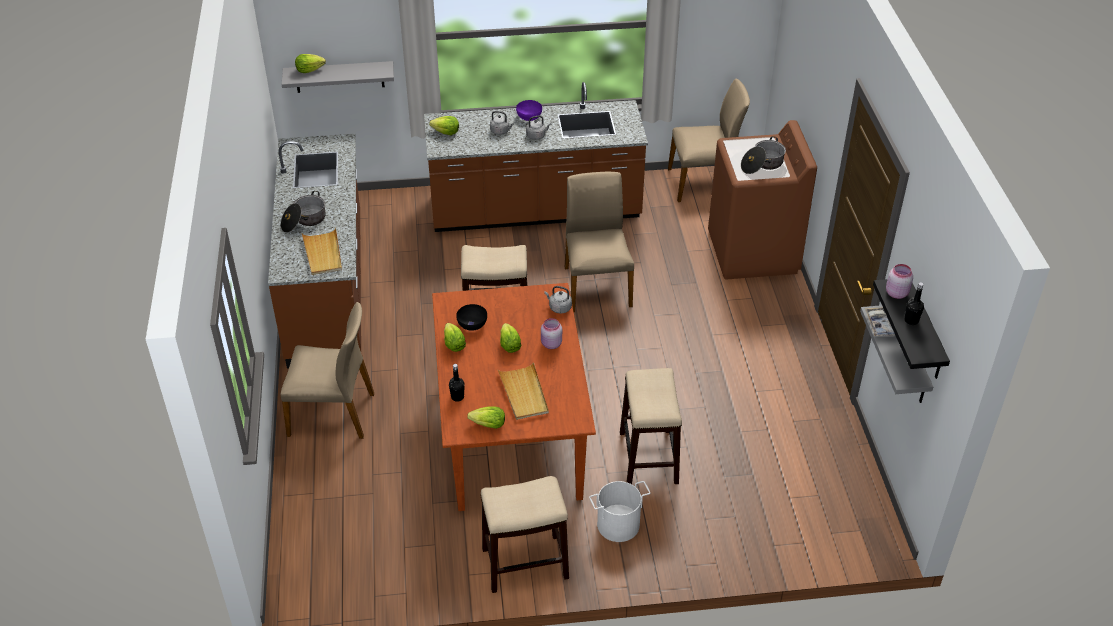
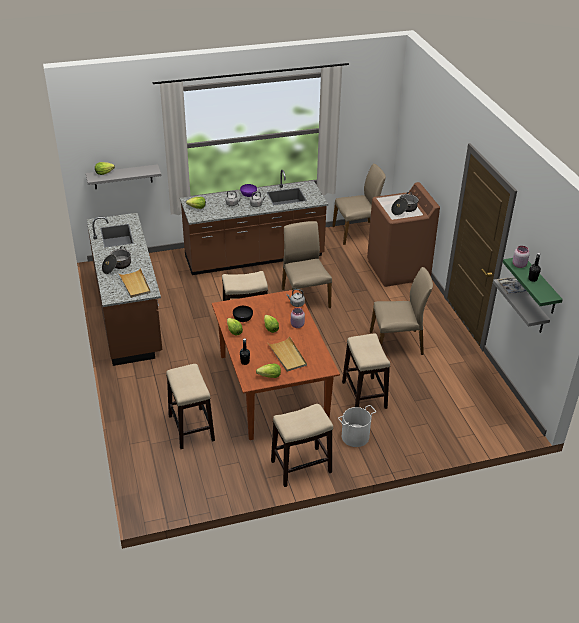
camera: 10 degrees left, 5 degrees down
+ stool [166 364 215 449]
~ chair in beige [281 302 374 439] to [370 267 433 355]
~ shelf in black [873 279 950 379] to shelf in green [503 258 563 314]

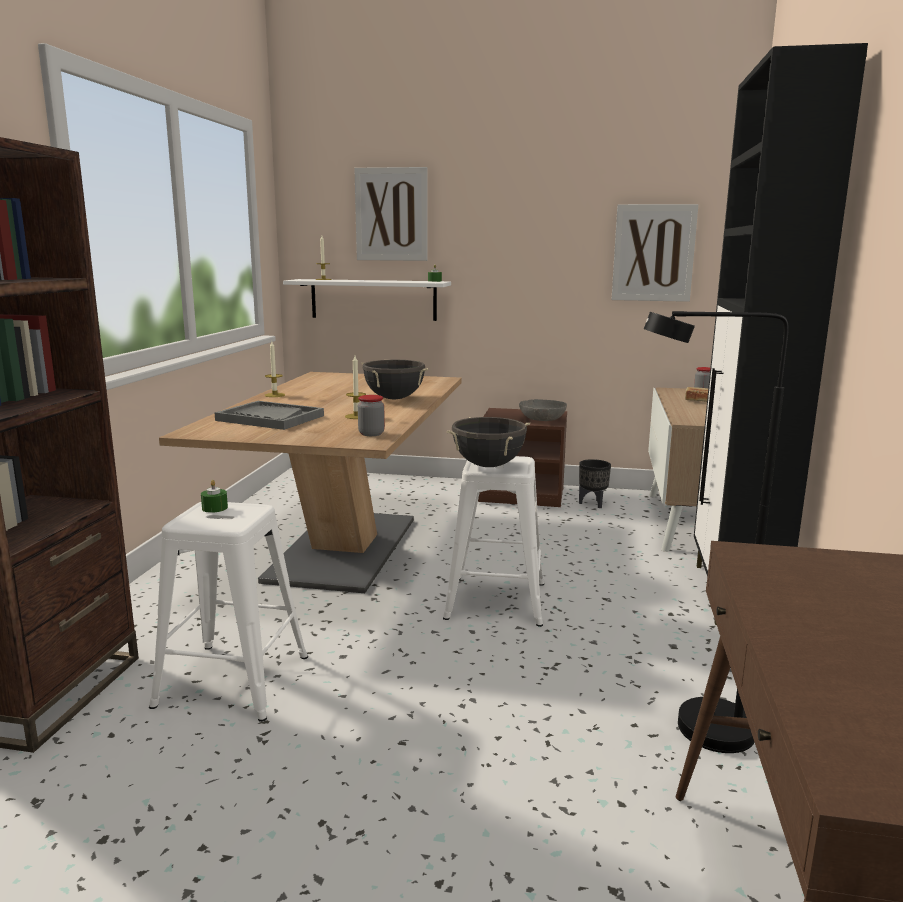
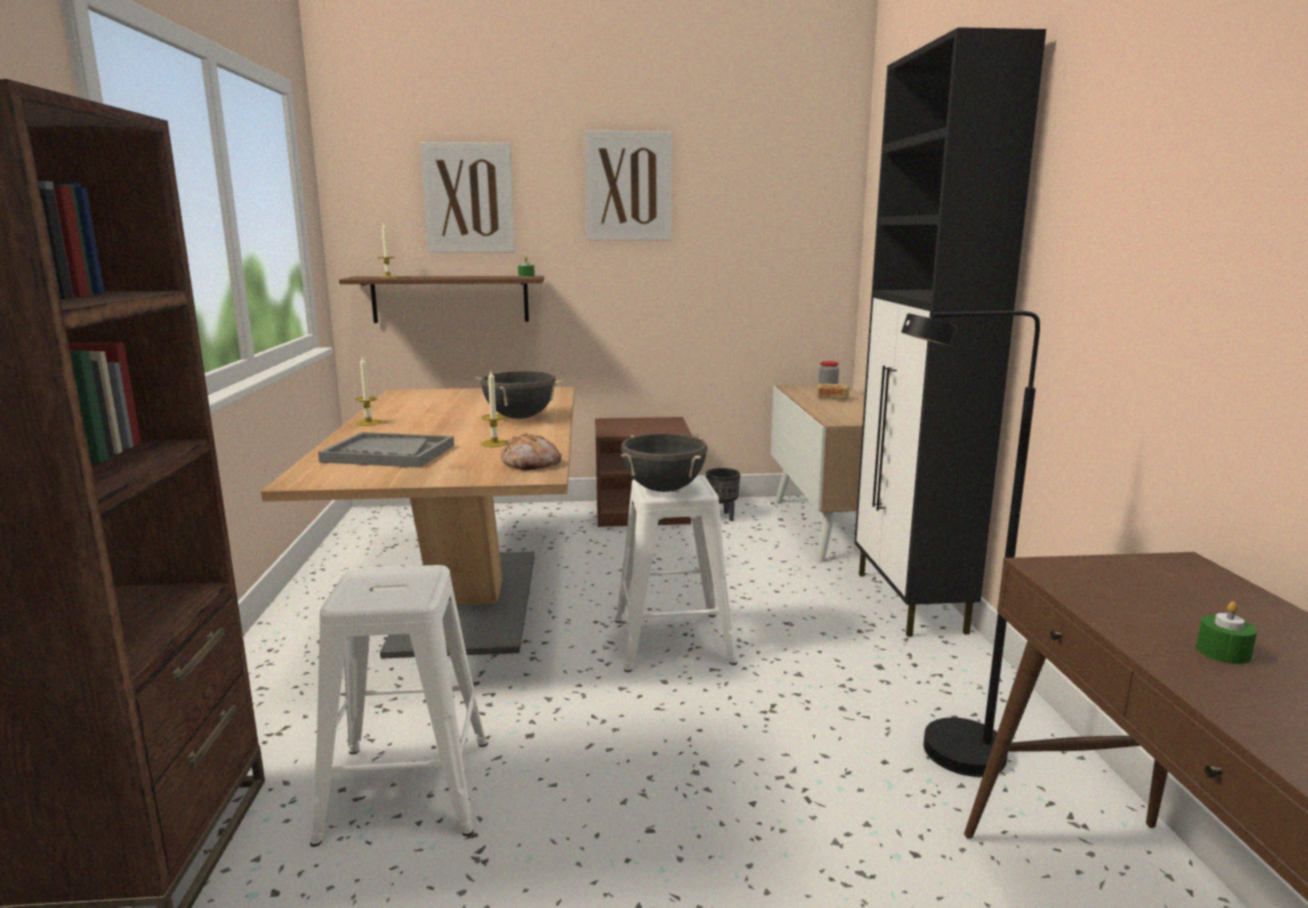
camera: 15 degrees left, 0 degrees up
- bowl in grey [519 399 567 421]
~ candle in green [201 480 228 513] to [1196 601 1257 664]
~ picture [611 204 698 302] to [584 131 672 240]
~ jar [358 395 385 436] to bread [501 433 561 471]
~ shelf in white [283 279 451 321] to shelf in brown [339 276 544 323]

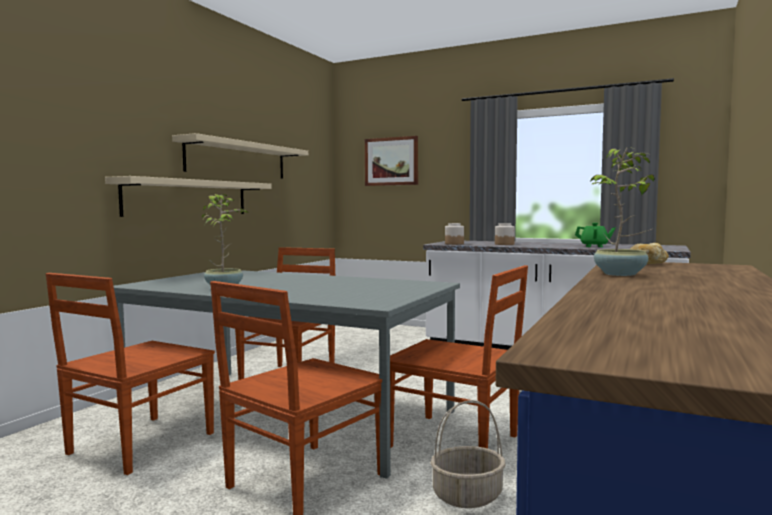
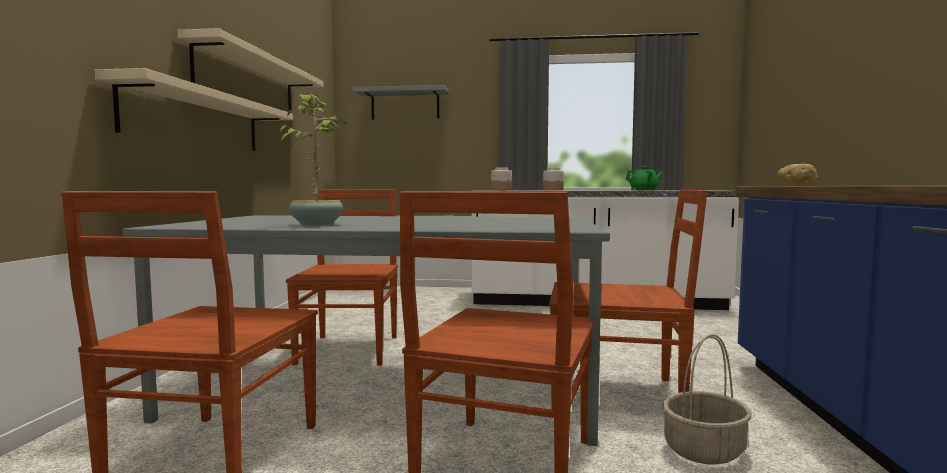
camera: 20 degrees left, 0 degrees up
- potted plant [590 147 655 276]
~ picture [365 136 418 186] to shelf in grey [352 85 449 120]

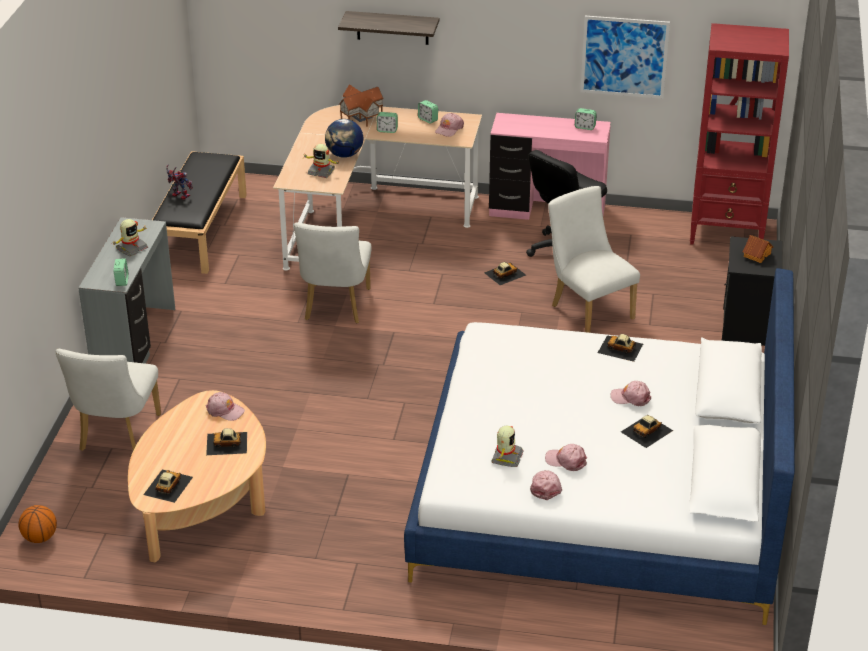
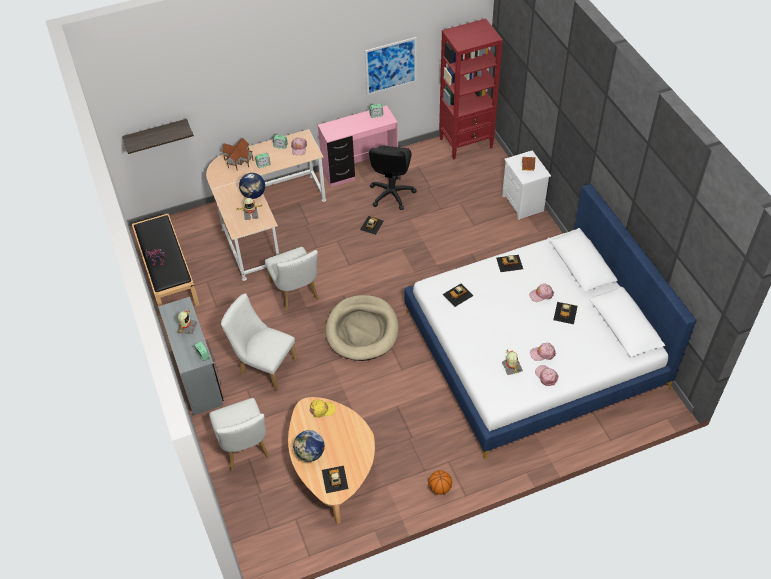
camera: 30 degrees left, 15 degrees up
+ globe [293 430 325 462]
+ dog bed in beige [326 295 399 361]
~ basketball [18 505 57 543] to [428 470 452 495]
~ toy car [206 428 247 455] to [443 284 474 307]
~ shelf [338 11 440 45] to [122 119 194 154]
~ chair in white [548 186 640 333] to [221 293 297 391]
~ cap in pink [206 392 245 421] to cap in yellow [309 400 335 418]
~ nightstand in black [722 236 782 346] to nightstand in white [502 150 551 220]

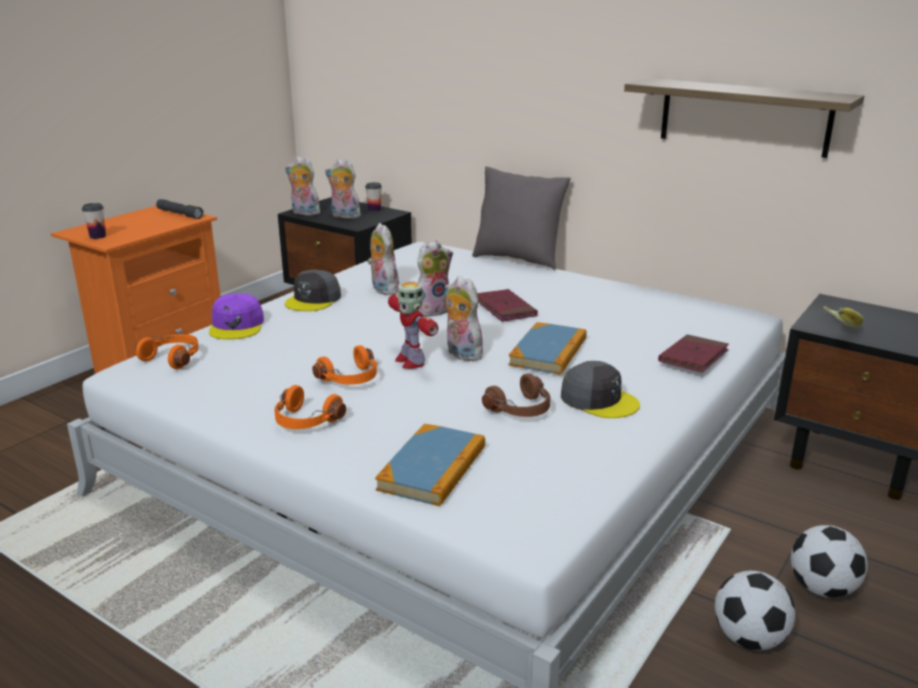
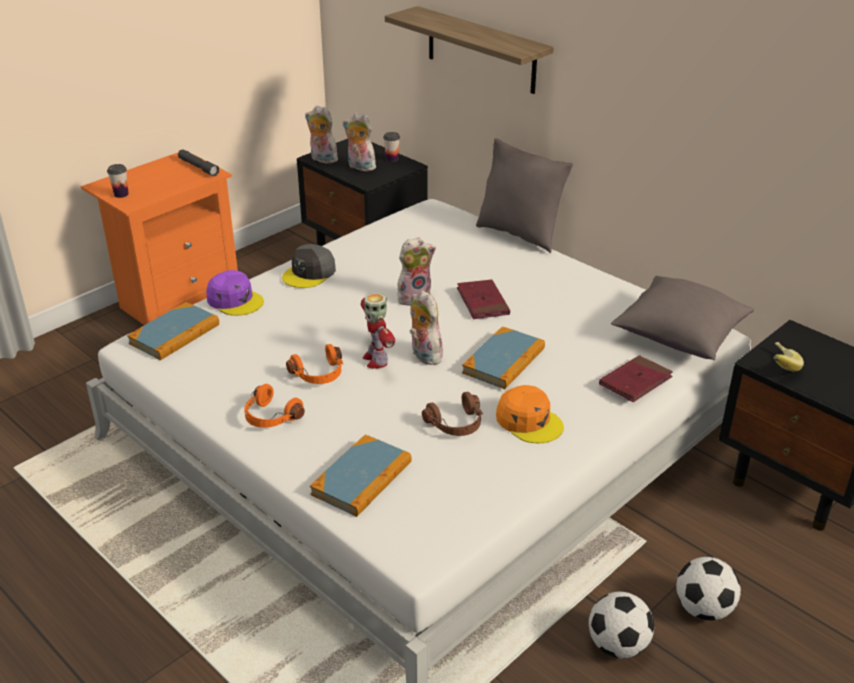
camera: 10 degrees right, 10 degrees up
- plush toy [367 223 399 295]
+ pillow in grey [611 276 754 360]
~ shelf [624 78 864 158] to [385 6 554 94]
~ headphones in orange [135 334 199 369] to book [127 302 219 360]
~ cap in grey [561 361 640 418] to cap in orange [496 385 564 443]
~ cap in purple [209 293 264 340] = [206 270 264 316] 60 degrees counterclockwise

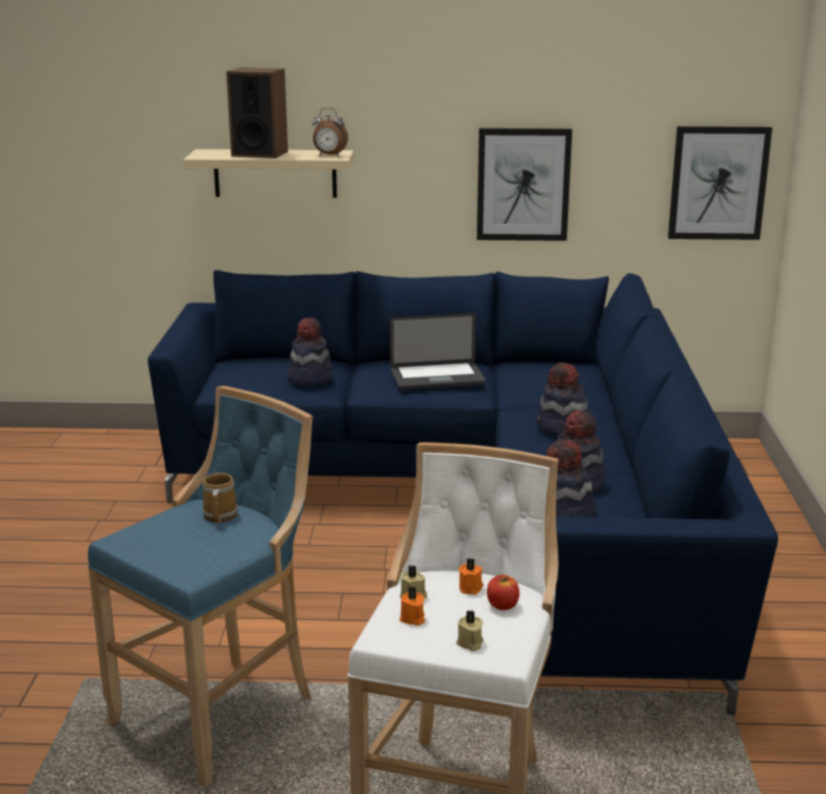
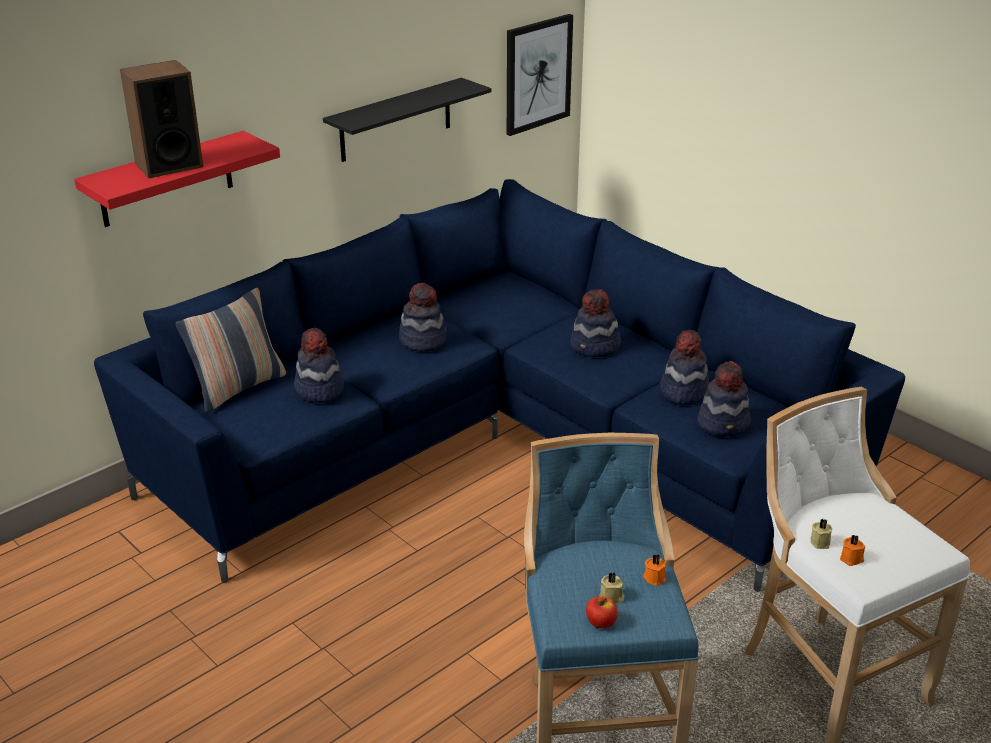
camera: 45 degrees left, 10 degrees up
- mug [202 473 238 524]
- alarm clock [312 108 348 156]
+ pillow [176 288 286 413]
~ candle in beige [456 610 483 651] to [599 573 624 603]
~ candle in orange [459 558 484 595] to [643 554 666 586]
~ apple [487 575 519 610] to [586 596 618 629]
~ laptop [390 313 486 390] to hat [399 283 446 352]
~ picture [477 128 572 241] to shelf in black [323 78 491 162]
~ shelf in beige [183 149 354 198] to shelf in red [74 131 280 227]

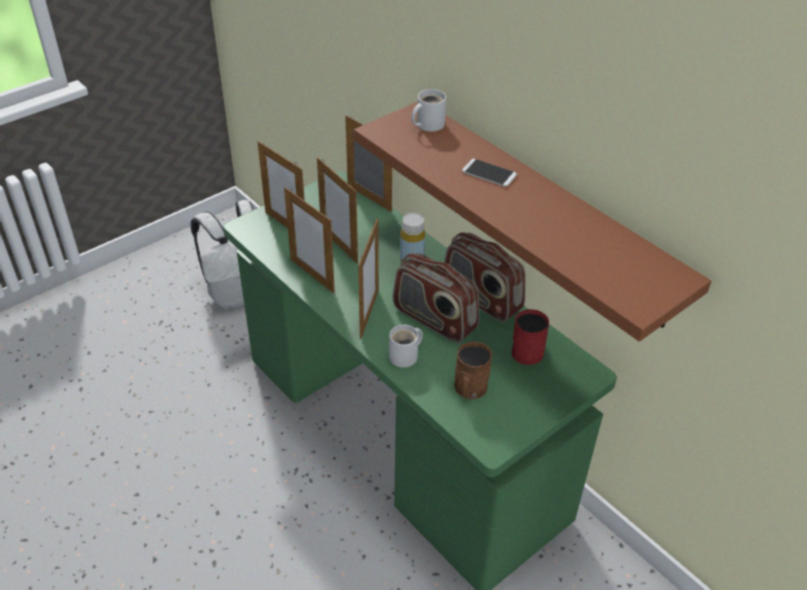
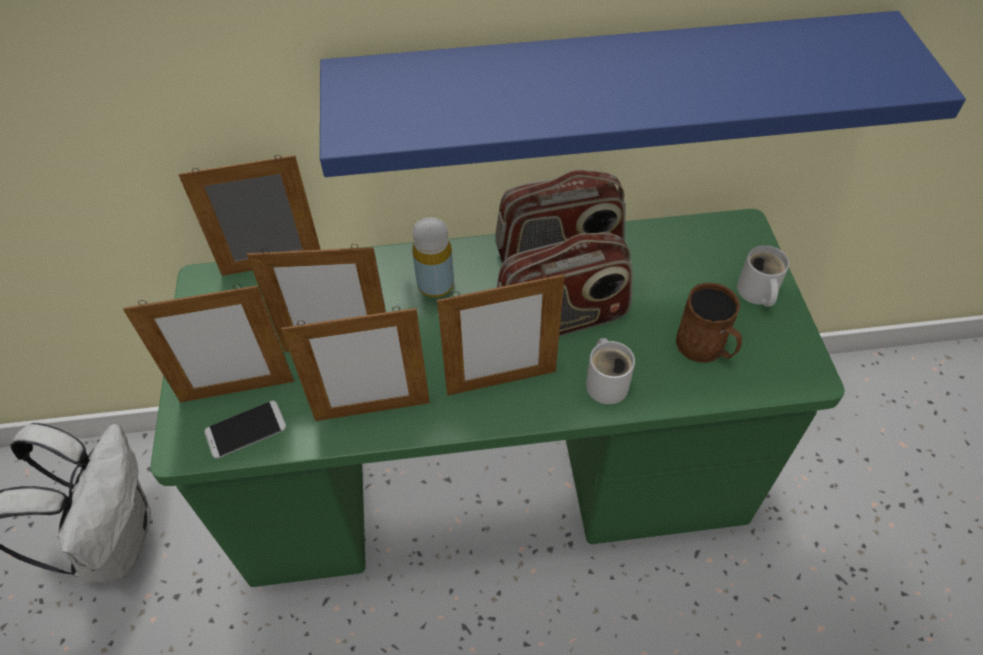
camera: 55 degrees left, 10 degrees up
- mug in red [512 309 549 365]
~ mug in white [411 89 446 132] to [737 245 789 307]
~ phone [462 159 517 187] to [204 401 286 459]
~ shelf in brown [354 101 712 342] to shelf in blue [320 11 966 177]
~ picture frame [358 218 379 339] = [437 274 565 396] 120 degrees clockwise

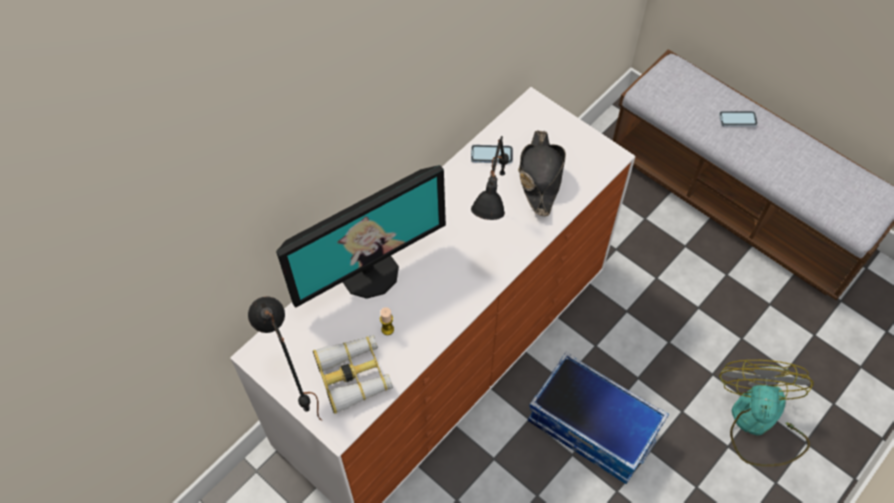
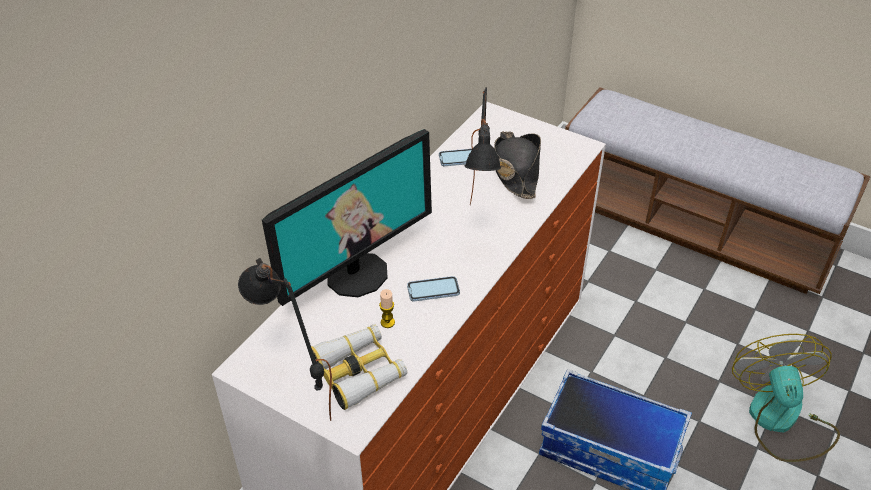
camera: 10 degrees left, 15 degrees down
~ phone [719 111 758 126] to [407 276 460 301]

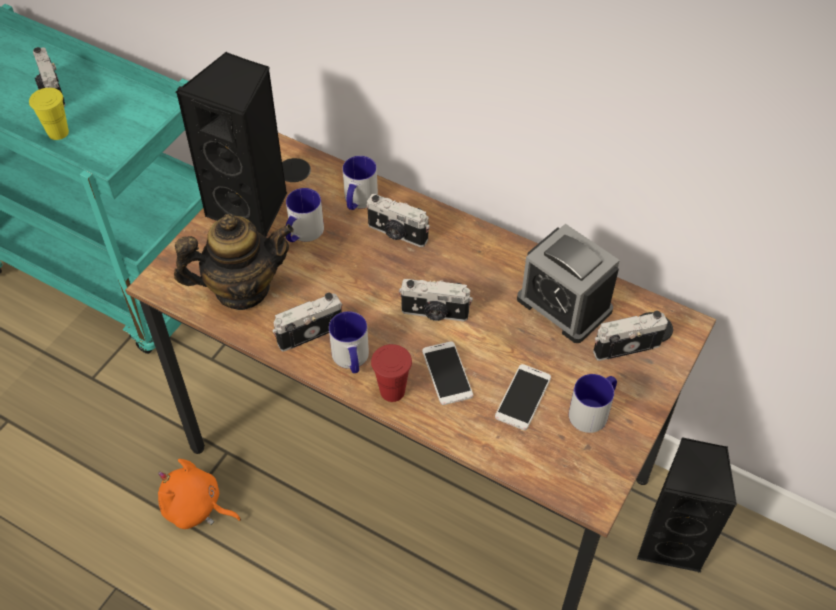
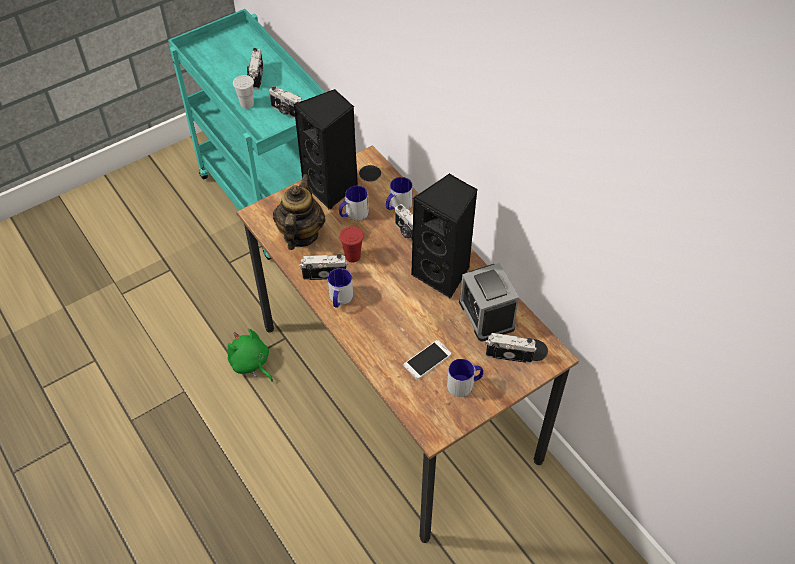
camera: 25 degrees right, 0 degrees up
- phone [422 341 473 405]
~ cup in red [371 344 412 402] to [339 226 364 263]
~ photo camera [399 279 473 321] to [269 86 302 118]
~ speaker in black [637 437 737 573] to [411 173 477 299]
~ cup in yellow [29 88 69 140] to cup in white [233 75 254 109]
~ plush toy in orange [158 459 241 529] to plush toy in green [227 329 273 382]
~ teapot [174 214 294 310] = [273 174 325 250] 90 degrees counterclockwise

